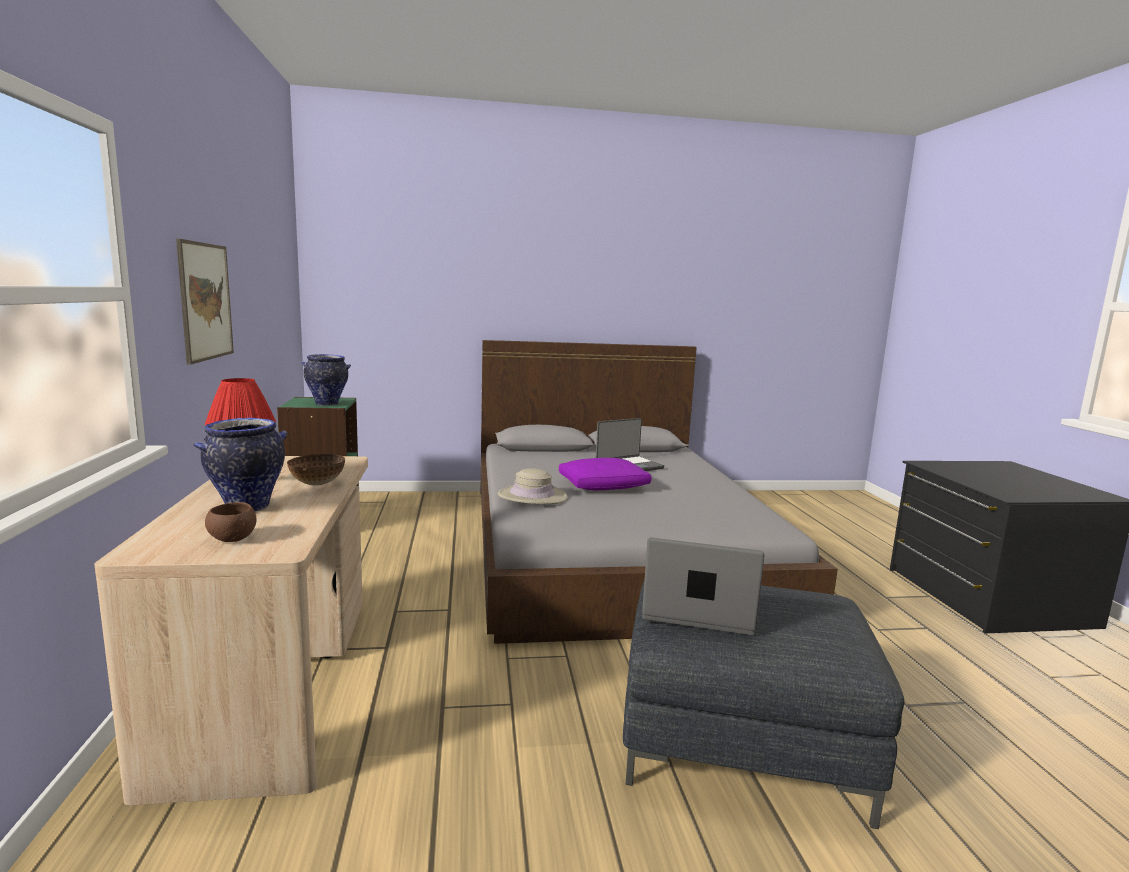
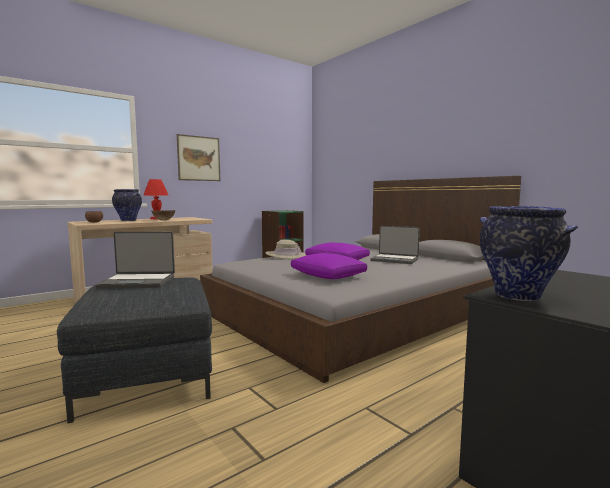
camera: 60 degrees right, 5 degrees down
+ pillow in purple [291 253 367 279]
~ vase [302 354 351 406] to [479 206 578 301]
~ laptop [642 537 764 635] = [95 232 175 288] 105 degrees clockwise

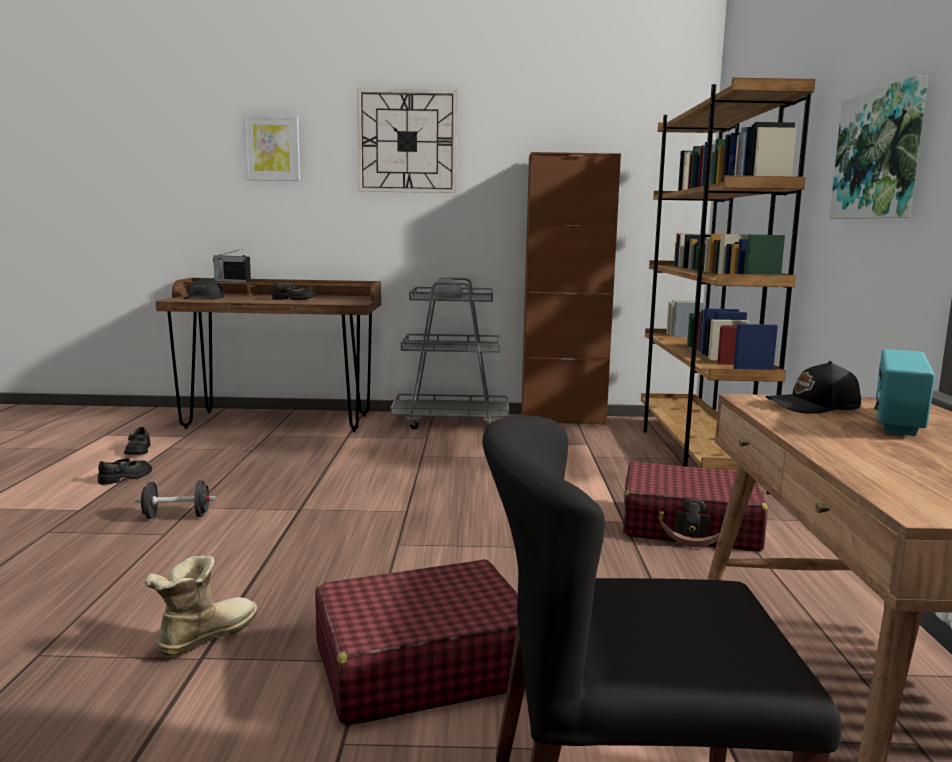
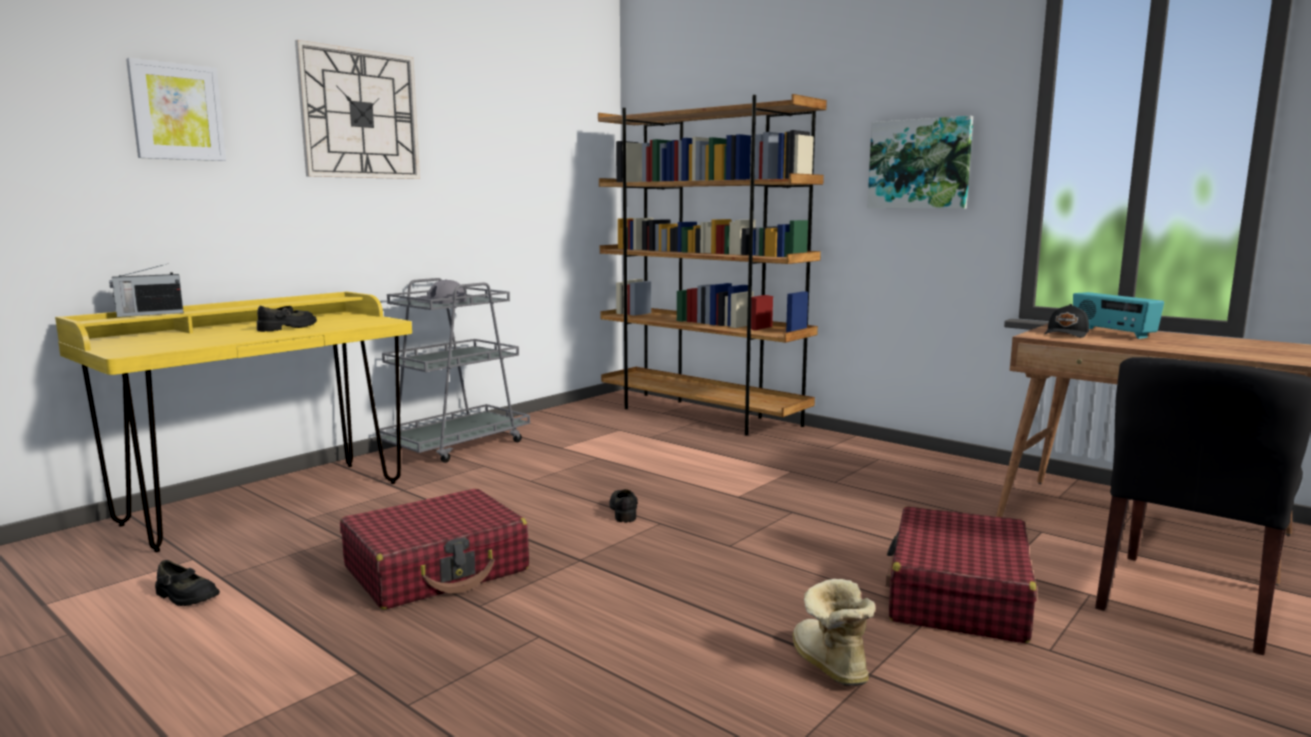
camera: 50 degrees left, 0 degrees up
- dumbbell in black [135 480 216 519]
- cap in black [183 278 224 300]
- cabinet in brown [521 152 621 425]
~ shoe in black [98 459 152 485] to [609 489 638 523]
~ suitcase in red [623 461 768 552] to [340 489 529 609]
~ desk in brown [155 278 381 432] to desk in yellow [55 291 412 552]

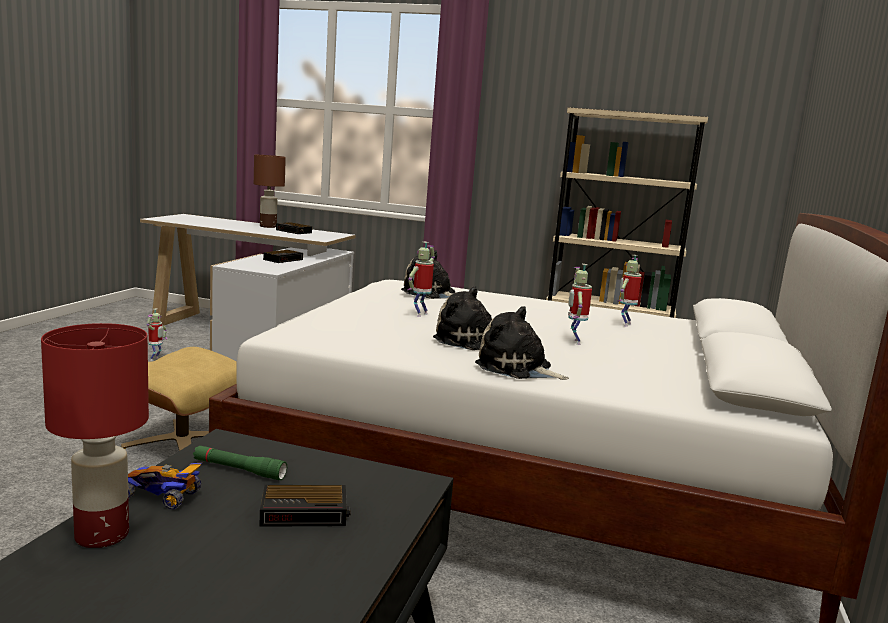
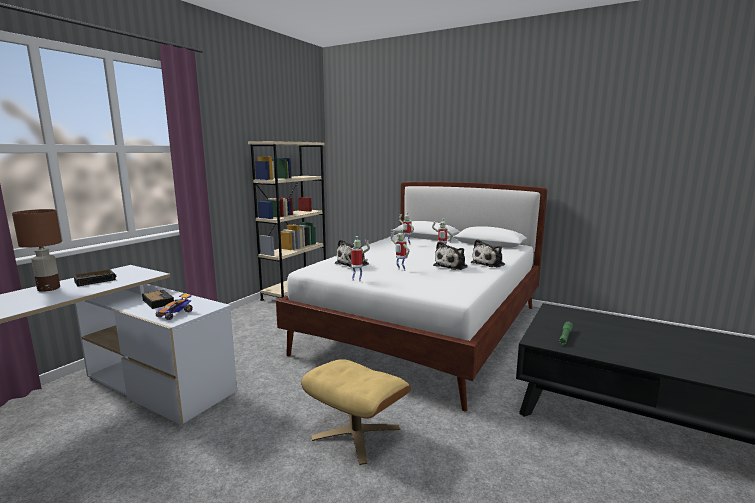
camera: 75 degrees left, 0 degrees up
- table lamp in red [41 323 149 548]
- alarm clock [259 485 351 527]
~ toy car [128 463 202 510] to [156 293 193 320]
~ toy robot [147 308 167 361] to [346 236 370 282]

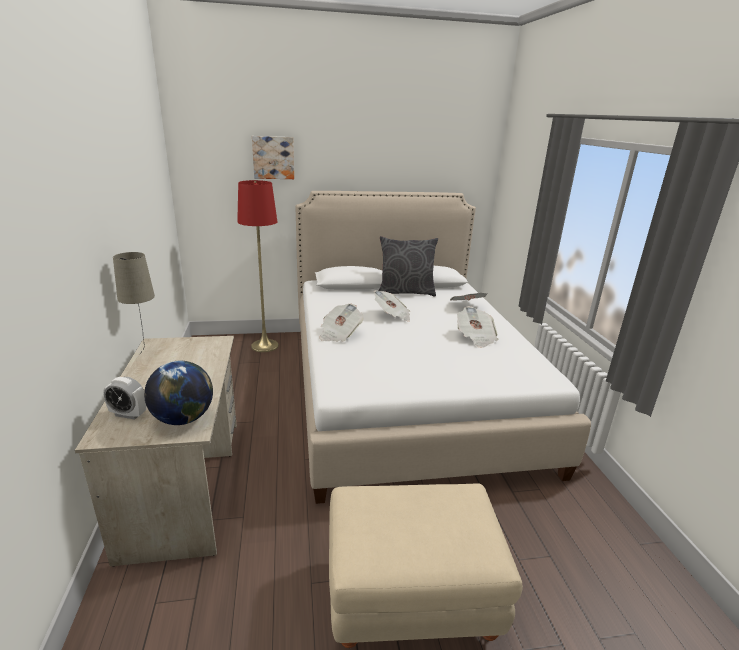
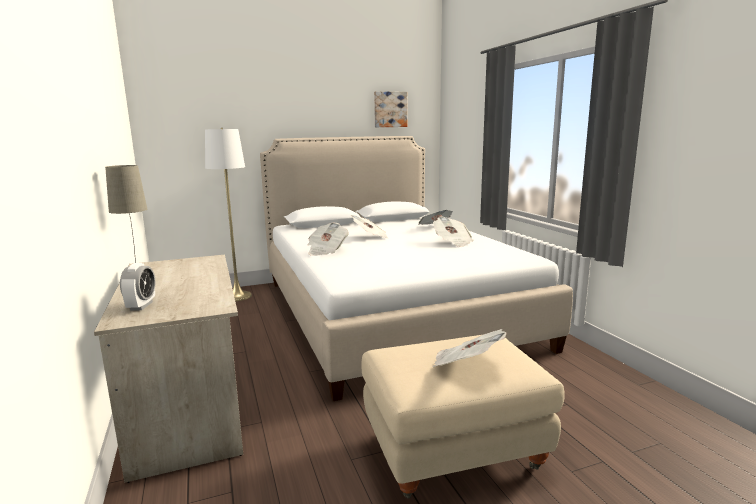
camera: 10 degrees left, 10 degrees down
- globe [144 361 213 425]
- pillow in grey [379 236 438 297]
+ newspaper [433 329 507 367]
~ picture [252 136 294 179] to [374 91 407 127]
~ floor lamp in red [237 180 279 352] to floor lamp in white [205 128 252 301]
~ alarm clock [103 377 146 420] = [120 263 155 310] 90 degrees counterclockwise

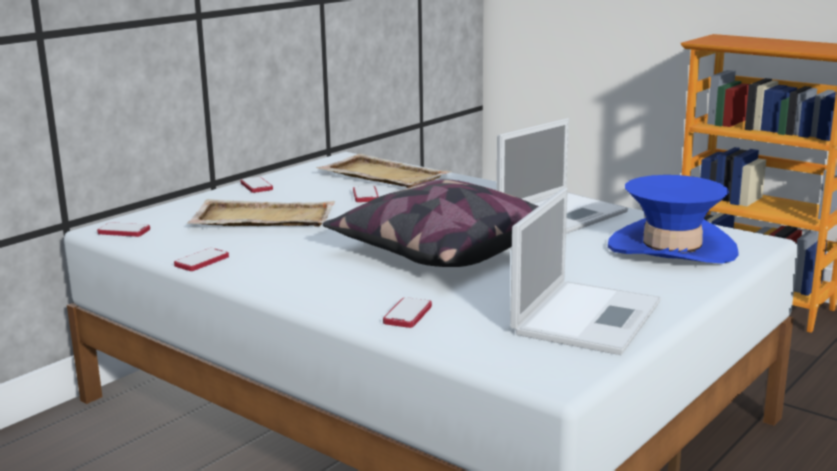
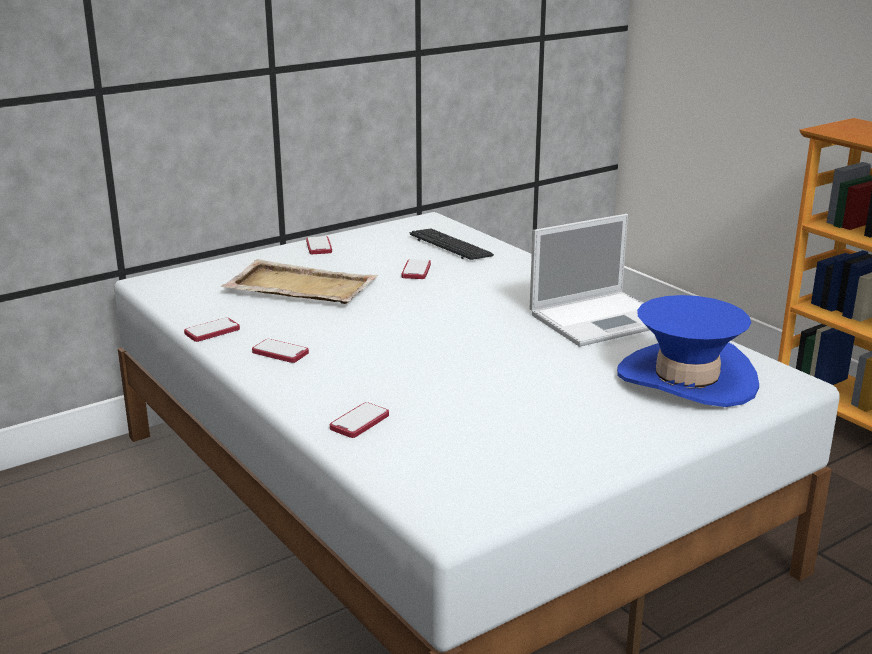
camera: 15 degrees right, 5 degrees up
- pillow [323 179 538 267]
- laptop [510 188 661 355]
~ phone [97 222 150 237] to [252 339 309 363]
~ tray in beige [316 154 452 188] to keyboard [410 228 494 260]

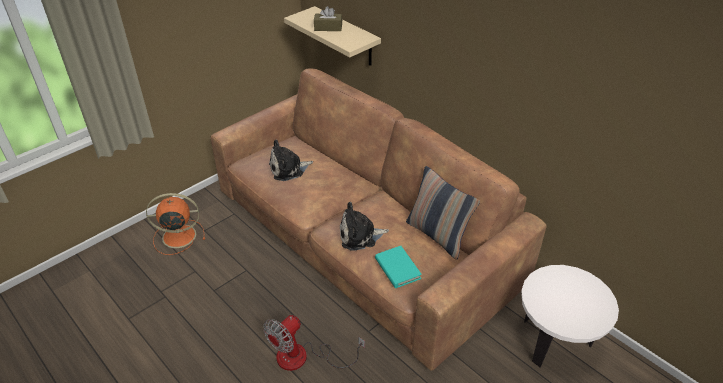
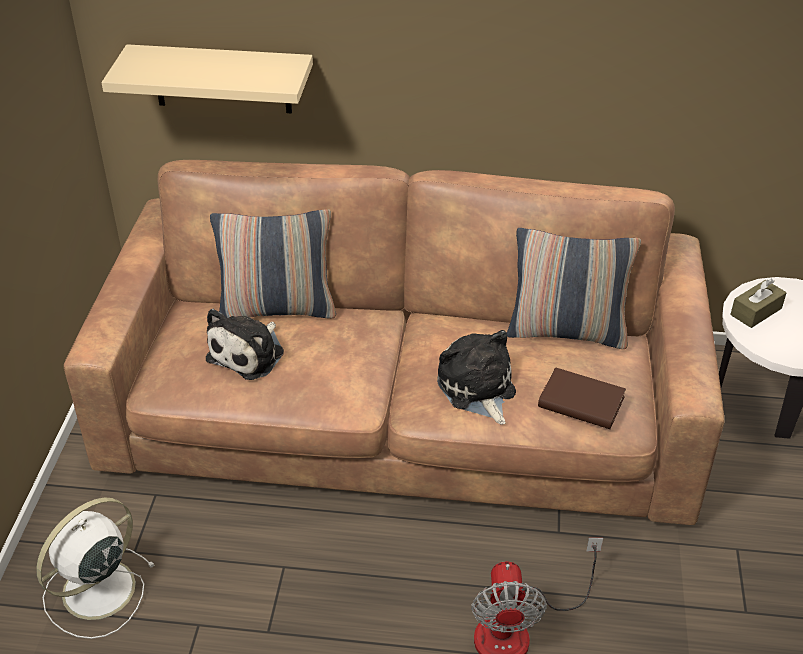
camera: 40 degrees left, 0 degrees up
+ pillow [210 209 336 319]
~ tissue box in brown [314 6 342 31] to [730 279 787 328]
~ fan in orange [146 193 205 255] to fan in white [36 498 155 639]
~ book in turquoise [375 246 422 288] to book in brown [538 367 626 429]
~ plush toy [340 202 389 251] = [437 330 516 425] 120 degrees clockwise

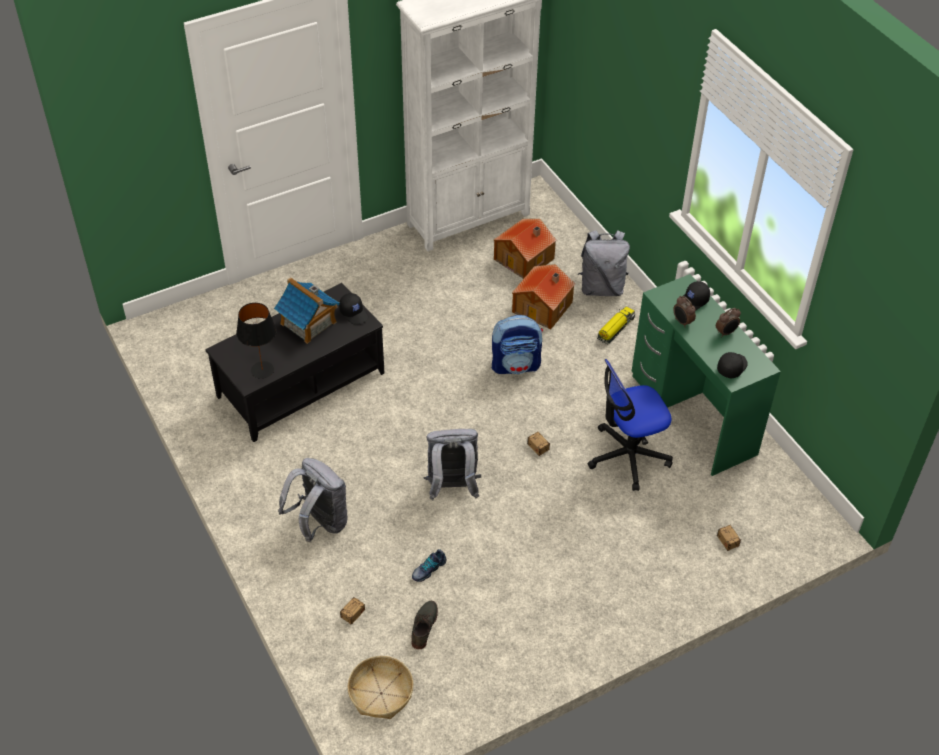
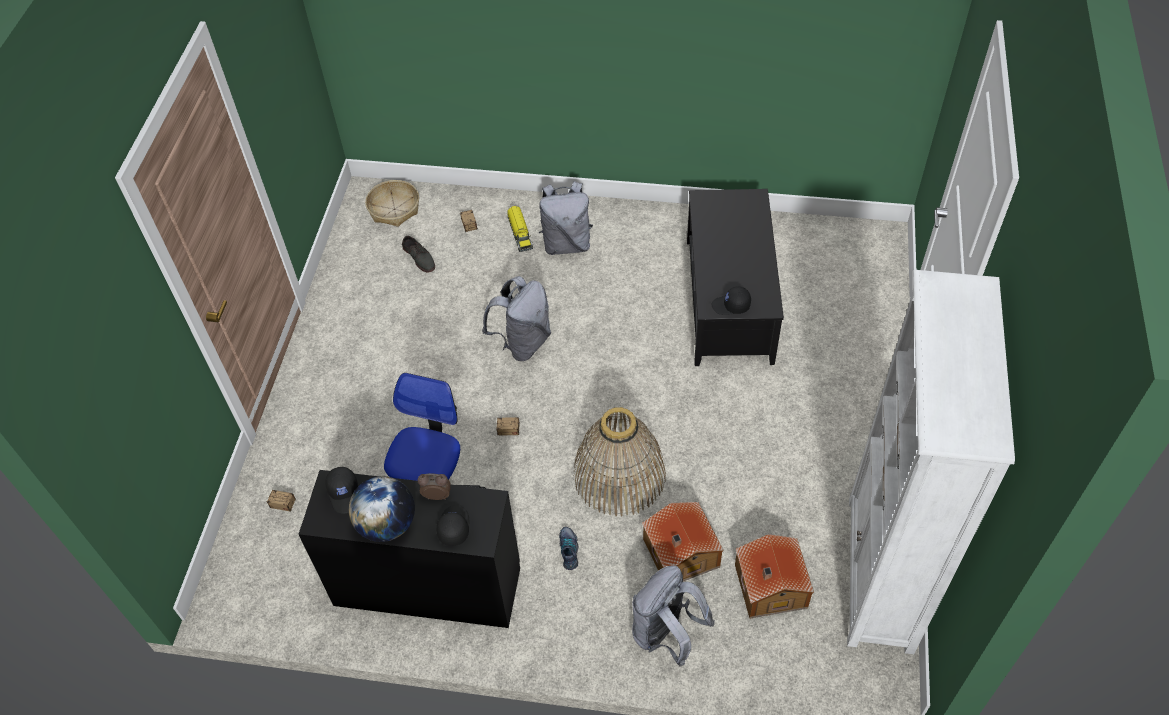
camera: 130 degrees right, 5 degrees up
- table lamp in black [236 303 277 379]
- toy house [274 278 340 344]
~ shoe [412 549 446 582] to [559 527 578 570]
~ toy truck [597 307 635 344] to [507 206 533 252]
~ backpack [492 315 543 374] to basket [573 407 666 517]
~ alarm clock [716 308 741 337] to globe [349 476 415 542]
~ desk in green [632 274 781 476] to desk in black [298 470 520 628]

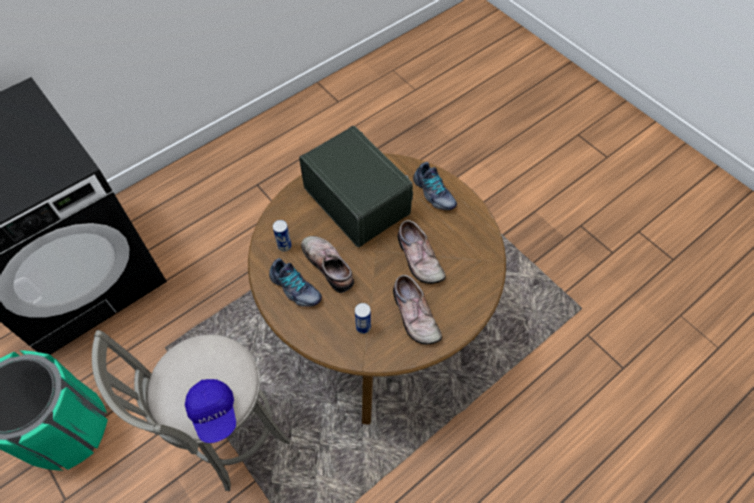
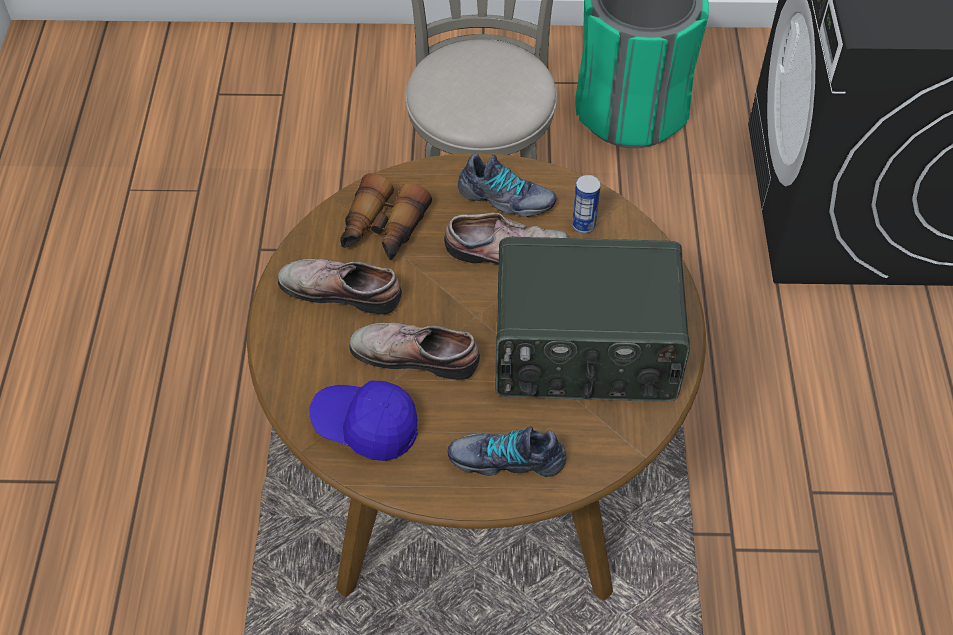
camera: 130 degrees right, 5 degrees down
~ cap in blue [185 379 236 443] to [310 381 418 461]
~ can [355 303 371 334] to binoculars [340 173 432 260]
~ shoe [269 258 322 307] = [458 153 556 217] 150 degrees counterclockwise

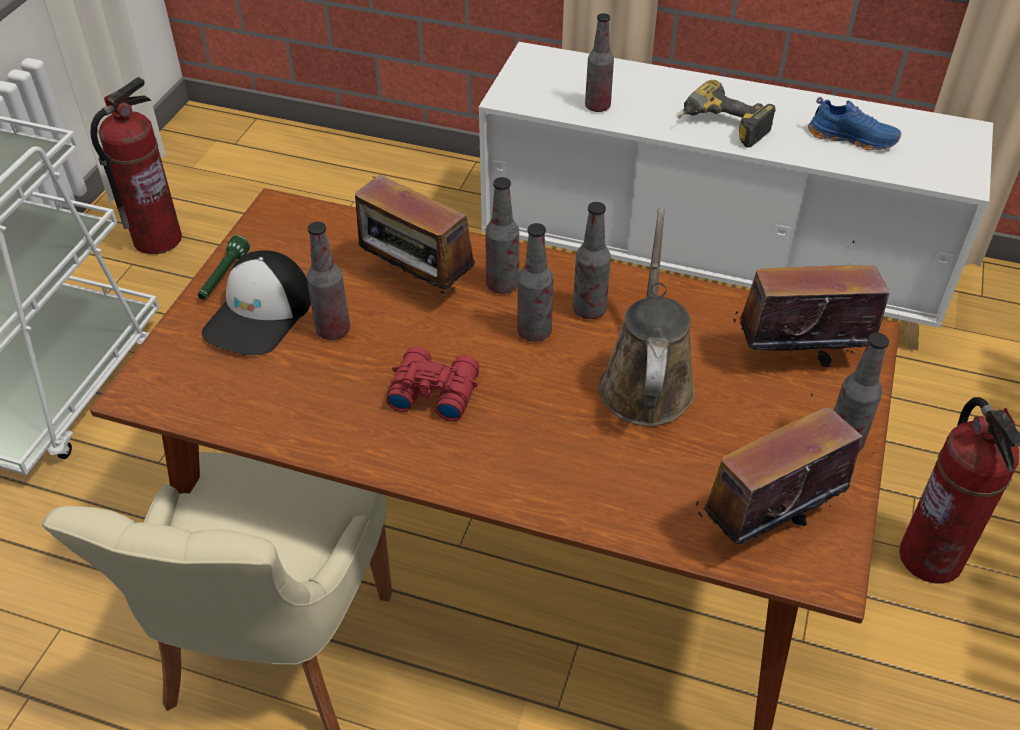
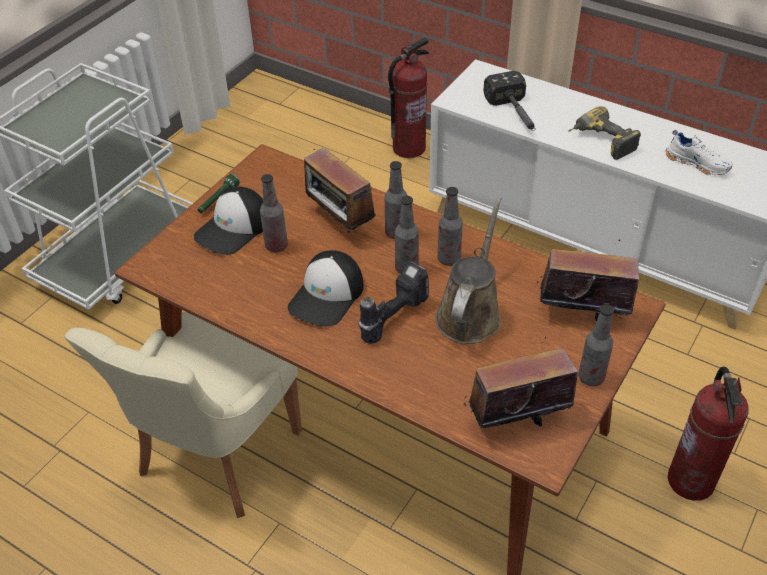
camera: 15 degrees right, 0 degrees up
+ power drill [358 261 429 344]
~ fire extinguisher [90 77 182 254] to [388 37 429 158]
~ binoculars in red [386 346 479 422] to cap [288 251 364 326]
~ bottle [585 13 614 112] to hammer [483 71 536 131]
~ shoe in blue [808 97 901 150] to shoe in white [666 130 733 175]

